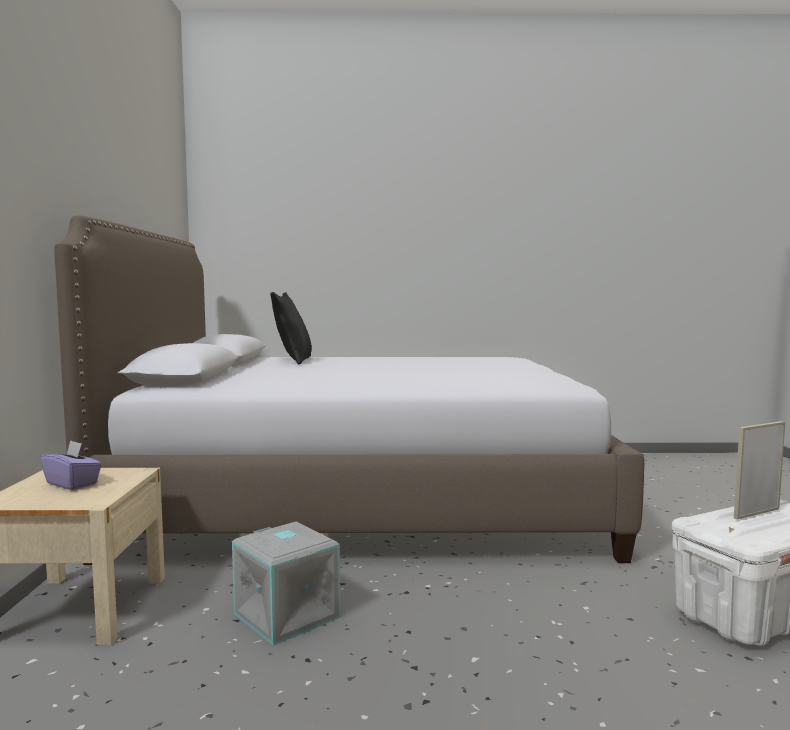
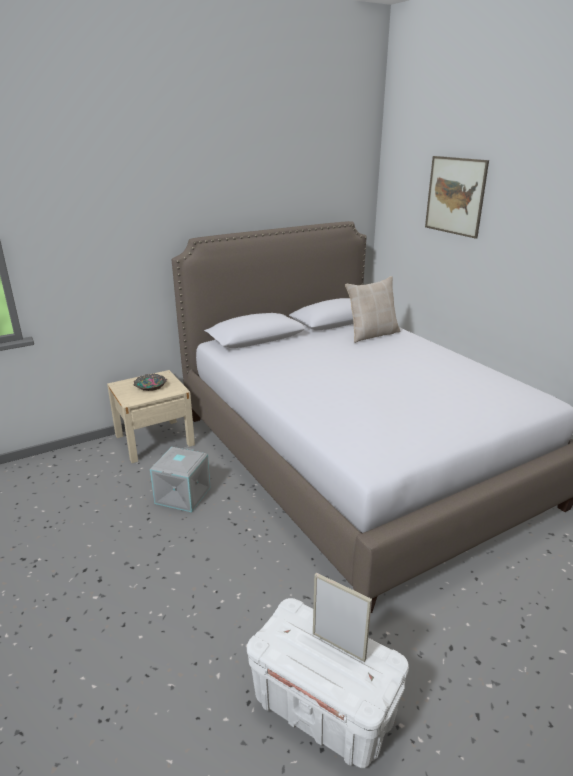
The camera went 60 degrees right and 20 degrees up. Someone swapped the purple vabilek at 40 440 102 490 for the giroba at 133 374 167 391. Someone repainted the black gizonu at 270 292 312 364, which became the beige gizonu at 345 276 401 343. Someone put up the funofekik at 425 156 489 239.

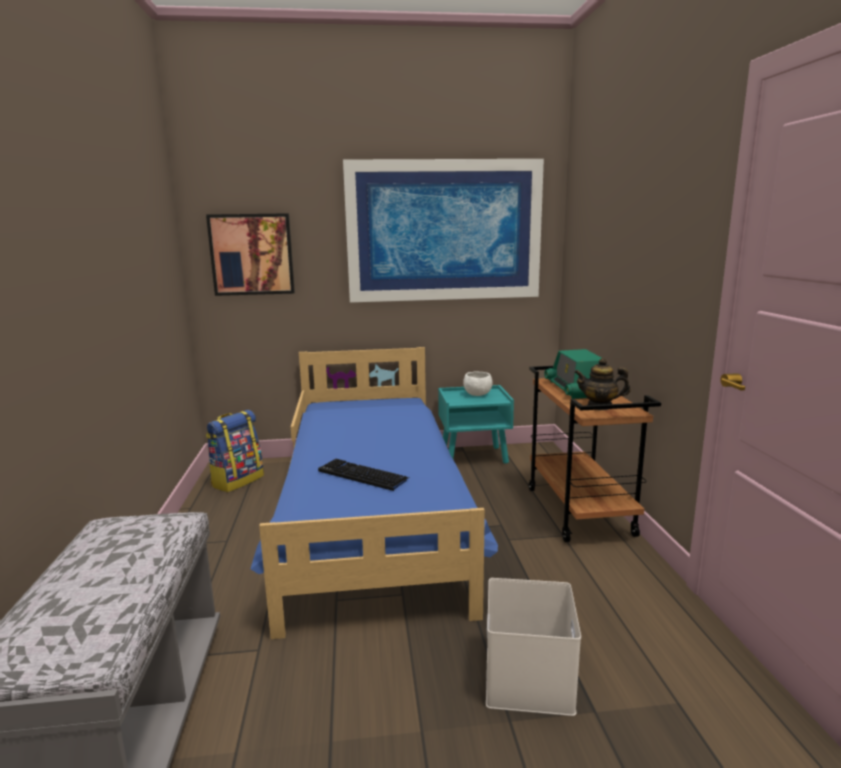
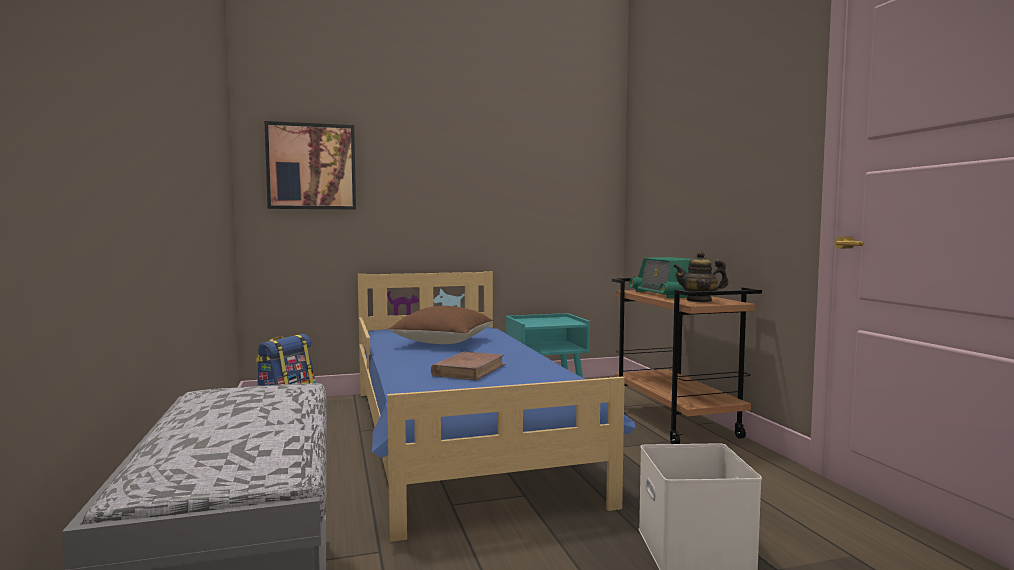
The camera went 10 degrees left and 10 degrees down. Someone put down the brown gizonu at 388 306 493 344. Someone swapped the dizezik at 318 459 409 491 for the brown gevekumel at 431 352 505 380. Someone took away the funofekik at 343 159 544 303. Someone took away the white giroba at 463 372 493 396.

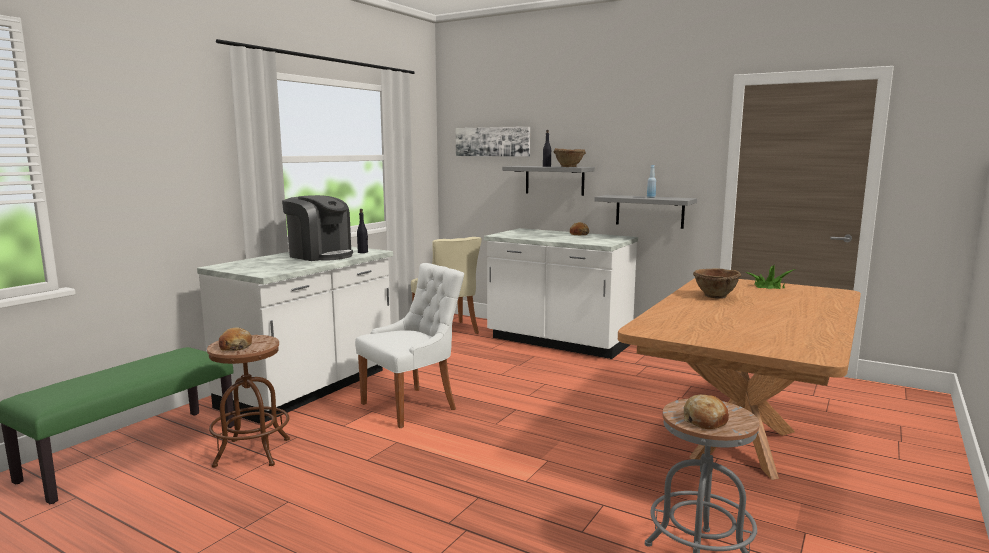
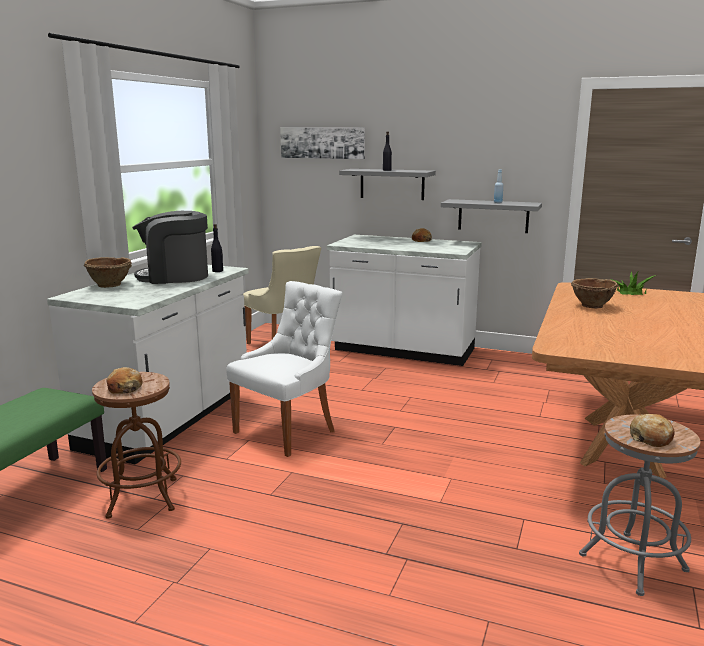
The camera went 10 degrees left and 5 degrees up. Someone carried the brown giroba from 553 148 586 167 to 84 257 132 288. Someone rotated the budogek at 282 195 353 261 by 150 degrees clockwise.

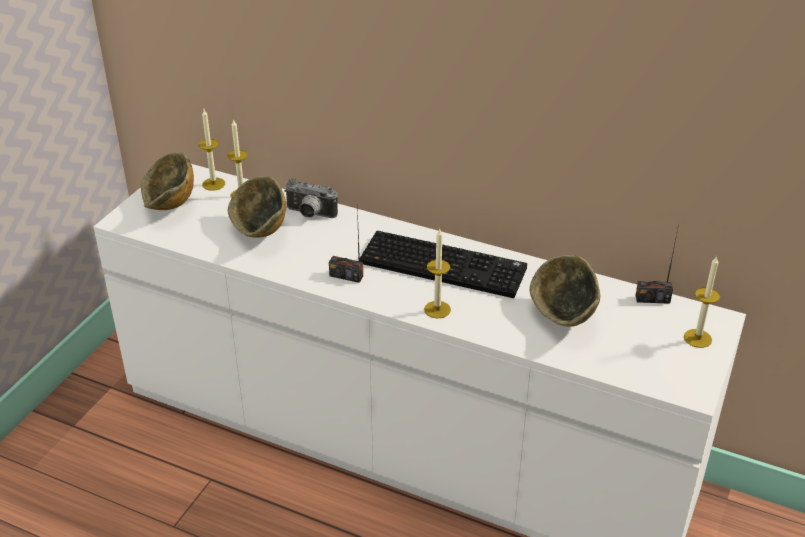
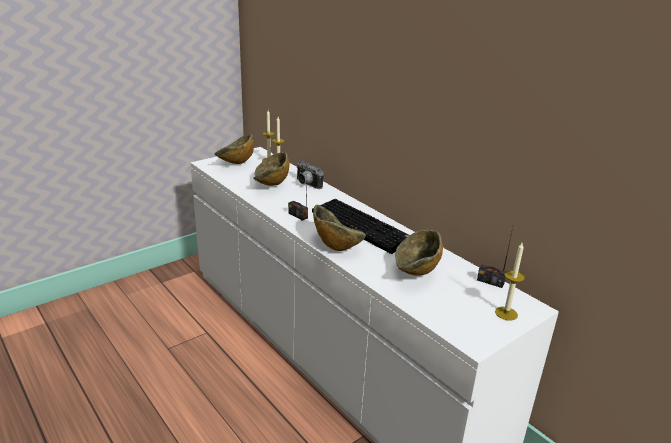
The camera went 25 degrees right and 10 degrees down. Someone swapped the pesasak at 424 228 451 318 for the giroba at 313 205 366 251.

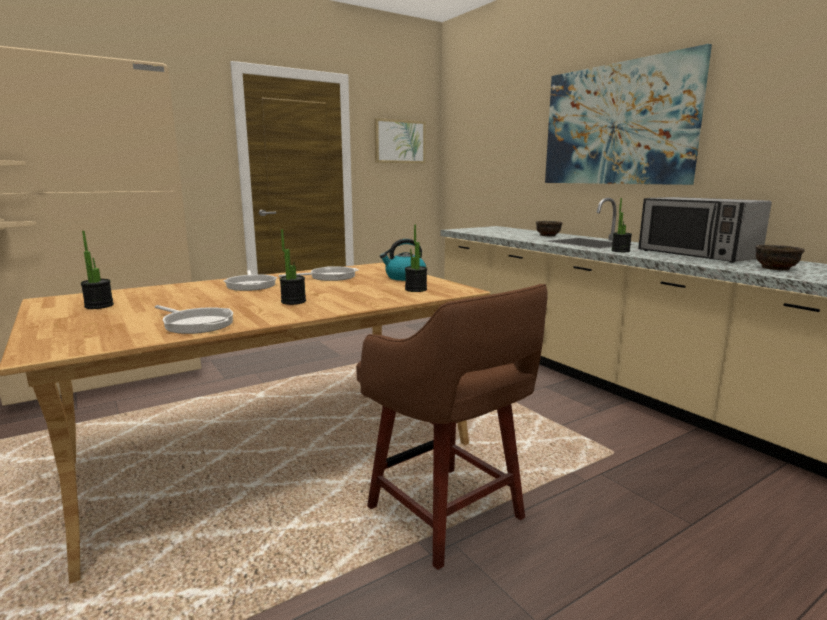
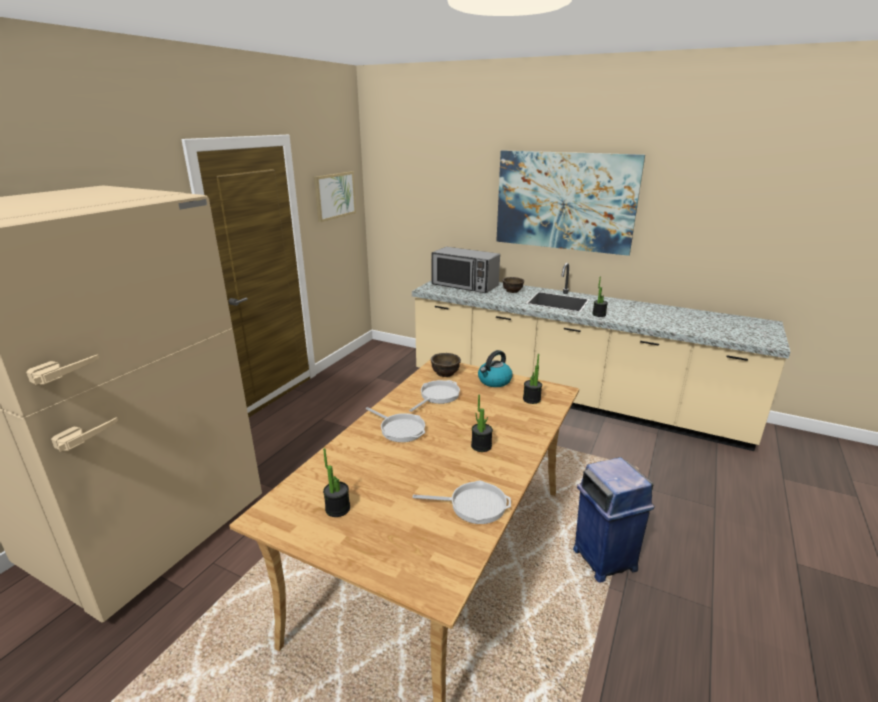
The camera went 30 degrees left and 10 degrees up. Someone carried the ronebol from 638 197 772 263 to 431 247 500 293. Someone carried the brown giroba from 755 245 805 270 to 431 353 461 377. Someone swapped the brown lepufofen at 356 284 548 570 for the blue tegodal at 573 457 655 582.

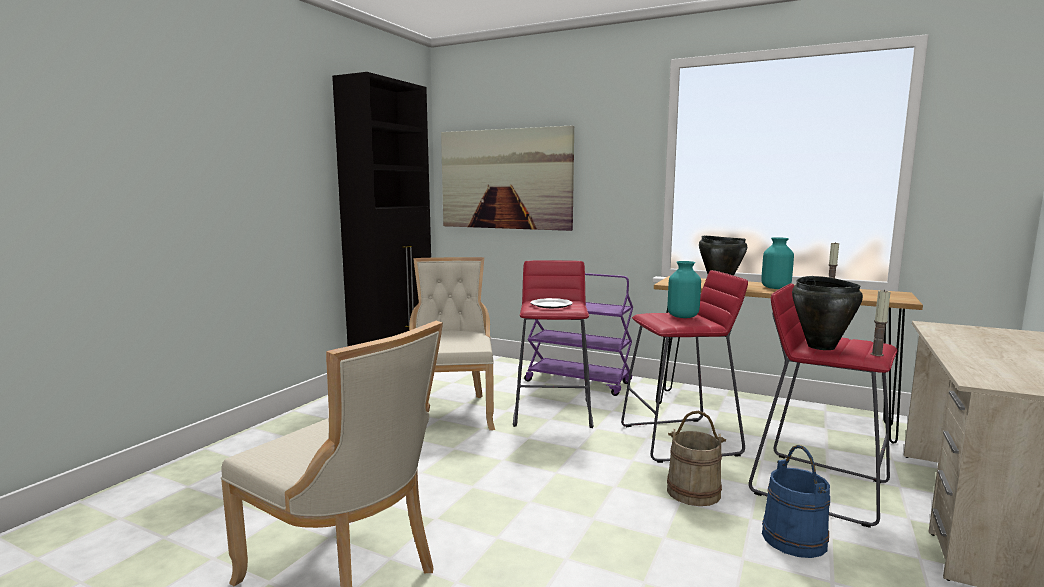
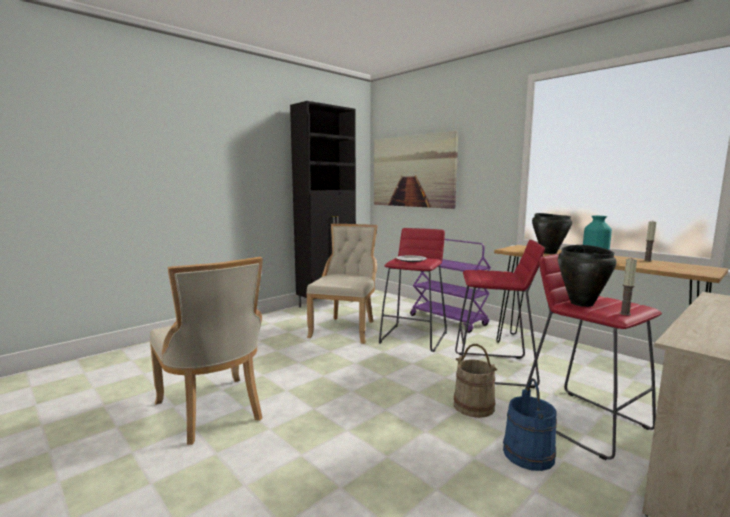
The camera went 20 degrees right and 0 degrees up. Someone took away the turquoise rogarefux at 668 261 701 318.

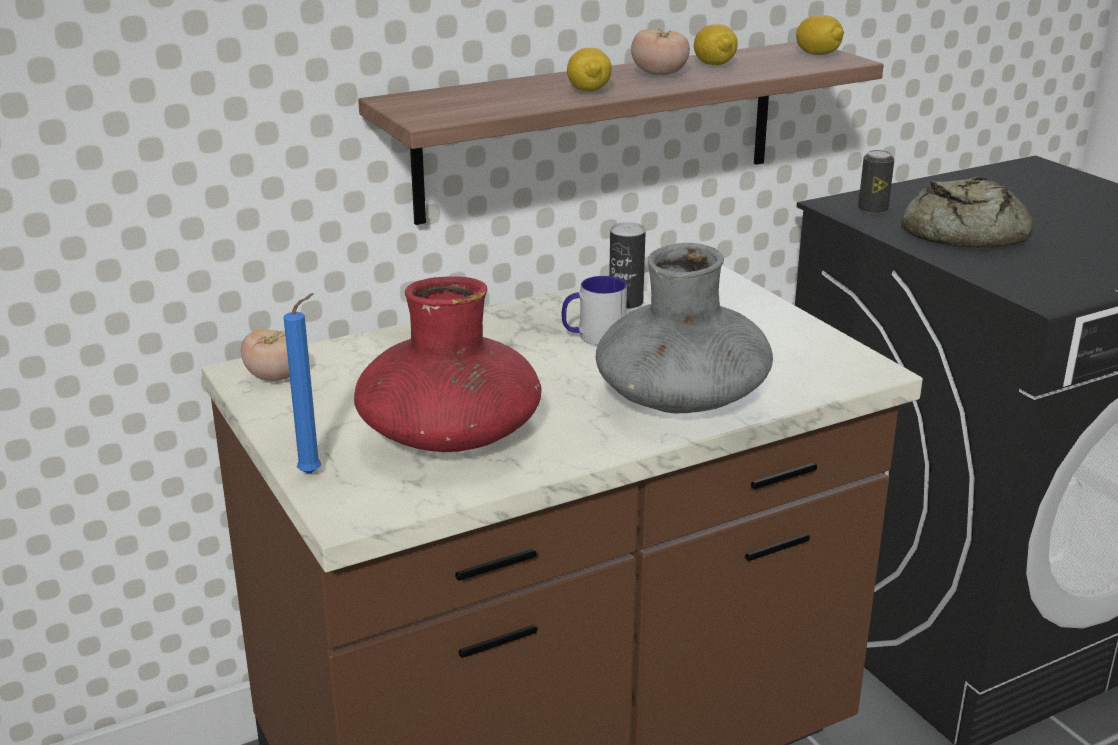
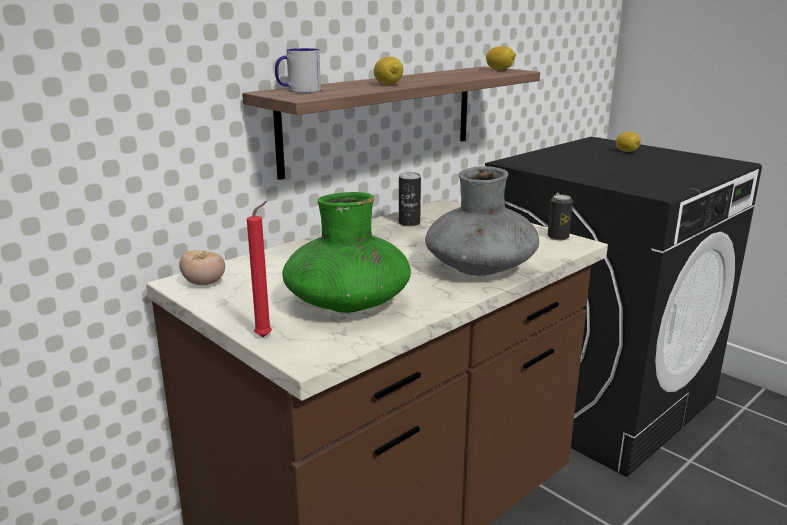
The camera went 15 degrees left and 5 degrees down. Someone repainted the blue pesasak at 284 293 321 474, which became the red pesasak at 247 201 272 337. Someone carried the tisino from 562 276 627 345 to 275 48 321 93. Someone repainted the red rogarefux at 354 276 542 452, which became the green rogarefux at 282 192 411 313. Someone carried the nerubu from 858 150 894 215 to 548 194 573 240. Someone carried the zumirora from 694 24 738 65 to 616 132 641 152. Someone took away the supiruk at 631 29 690 75. Someone took away the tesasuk at 901 177 1034 248.

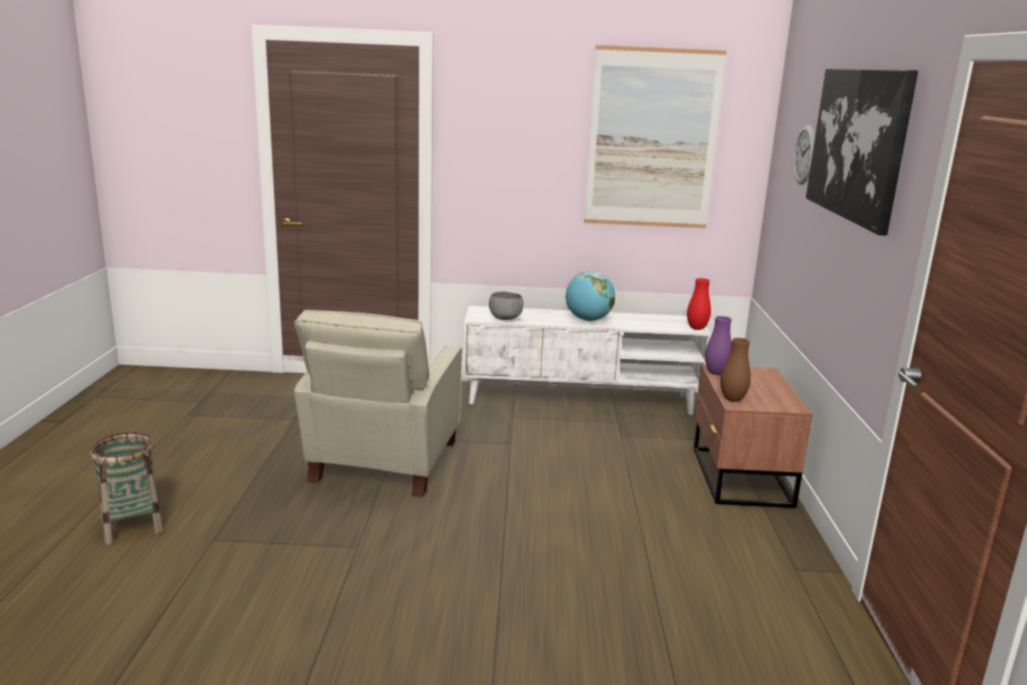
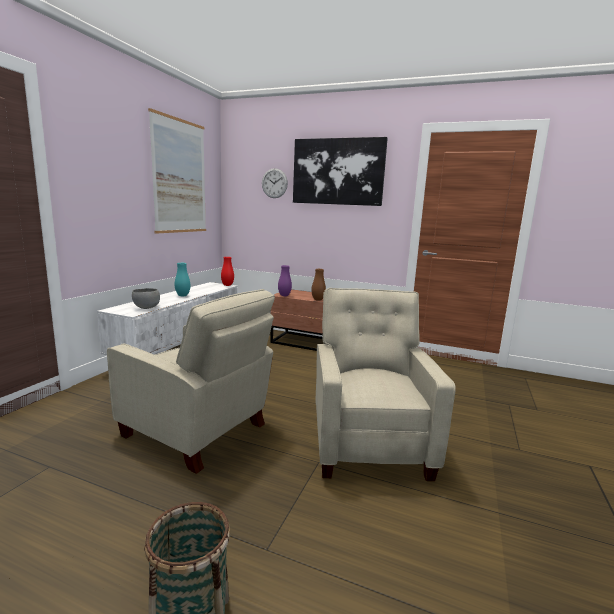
The camera went 70 degrees left and 5 degrees down. Someone swapped the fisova at 566 271 615 321 for the turquoise rogarefux at 175 263 190 296. Someone put down the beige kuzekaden at 315 288 456 481.

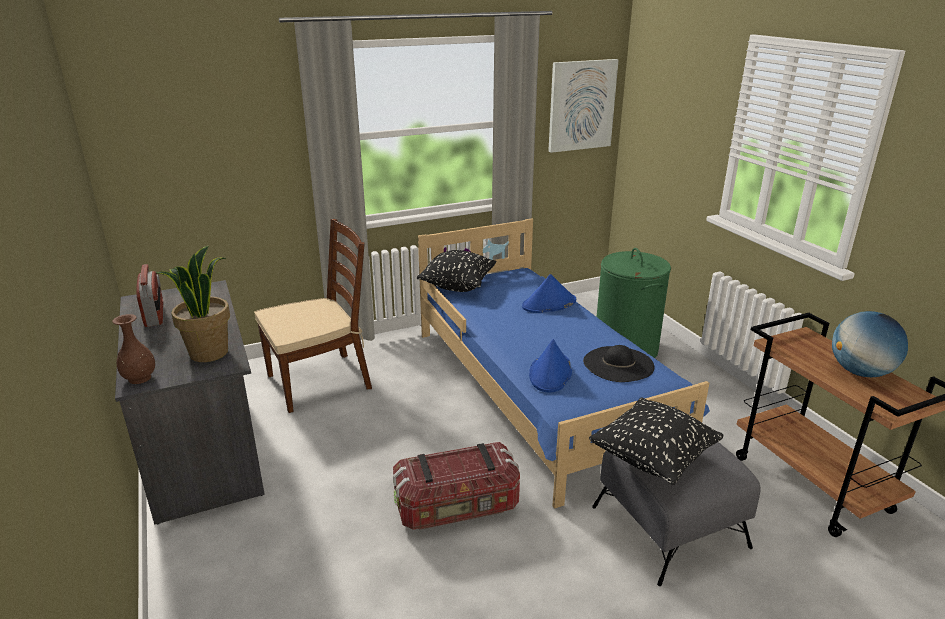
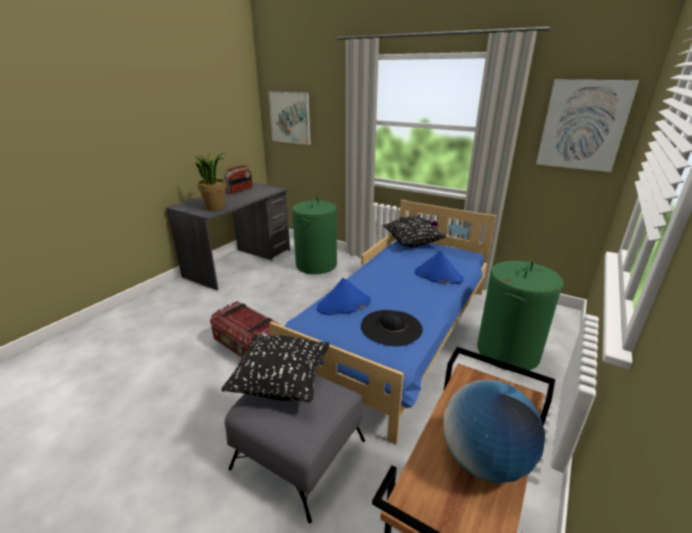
The camera went 55 degrees right and 0 degrees up. Someone put up the funofekik at 268 92 311 145. Someone swapped the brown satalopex at 254 219 372 413 for the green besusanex at 292 197 337 274. Someone took away the brown rogarefux at 112 314 155 384.

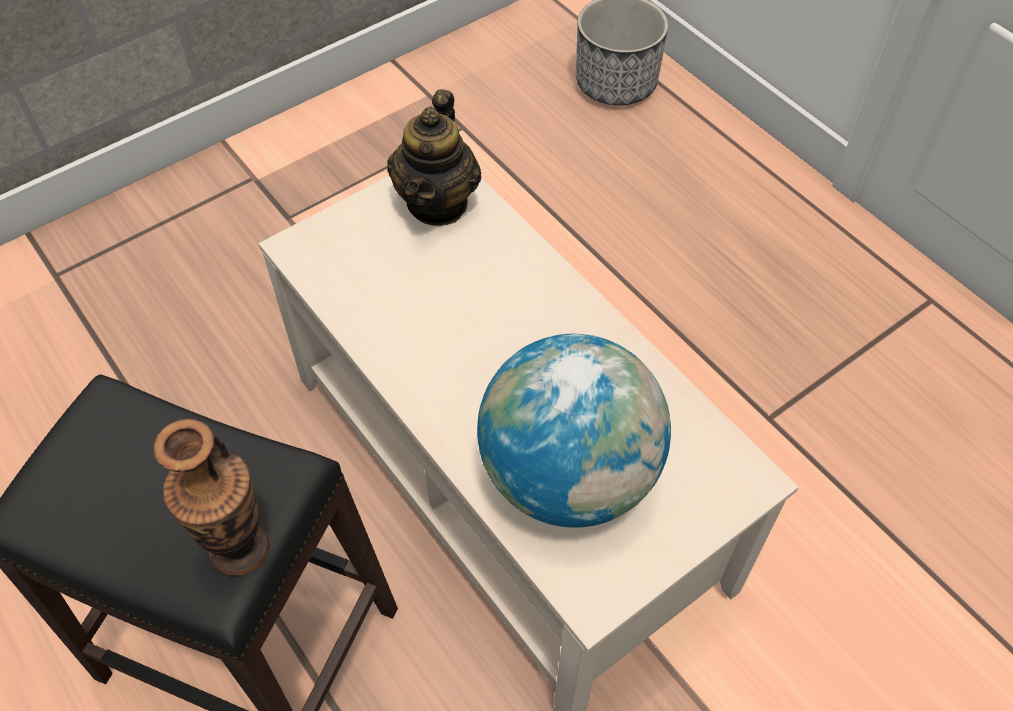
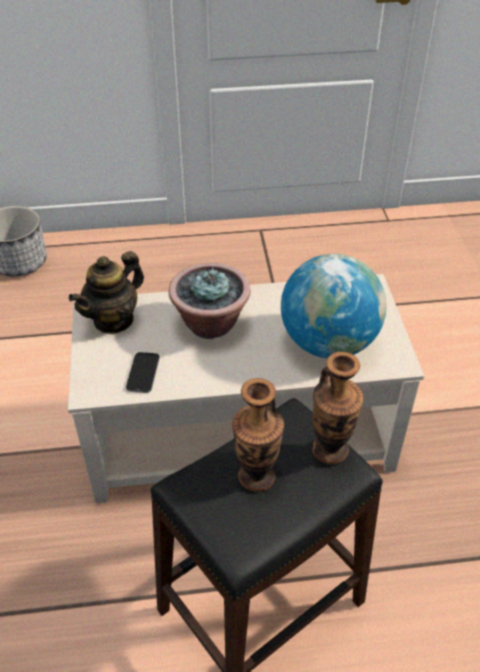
The camera went 60 degrees left and 10 degrees down. Someone rotated the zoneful at 387 89 481 226 by 90 degrees clockwise. Someone put down the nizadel at 126 352 160 393. Someone put down the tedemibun at 169 263 251 339. Someone put down the rogarefux at 232 378 284 492.

